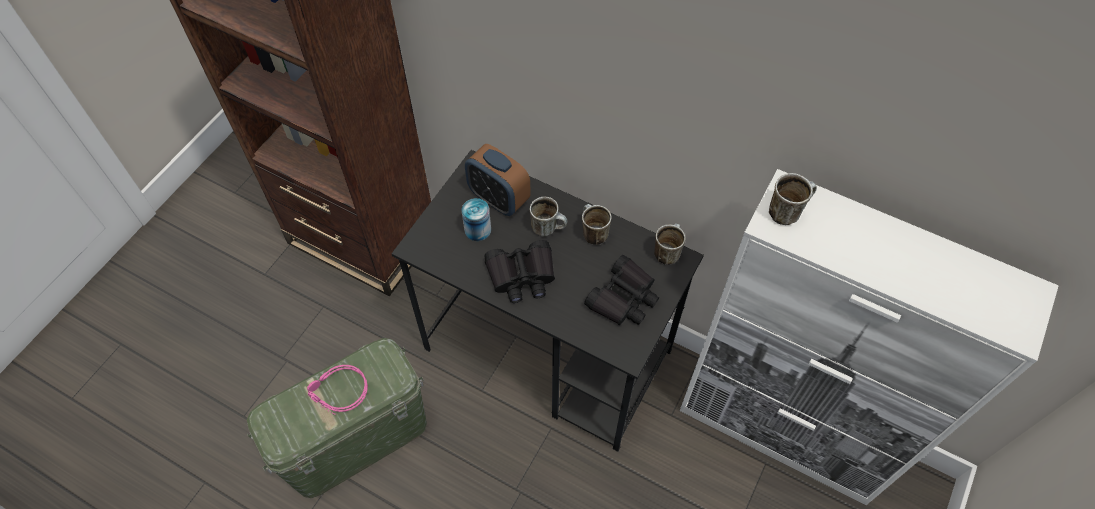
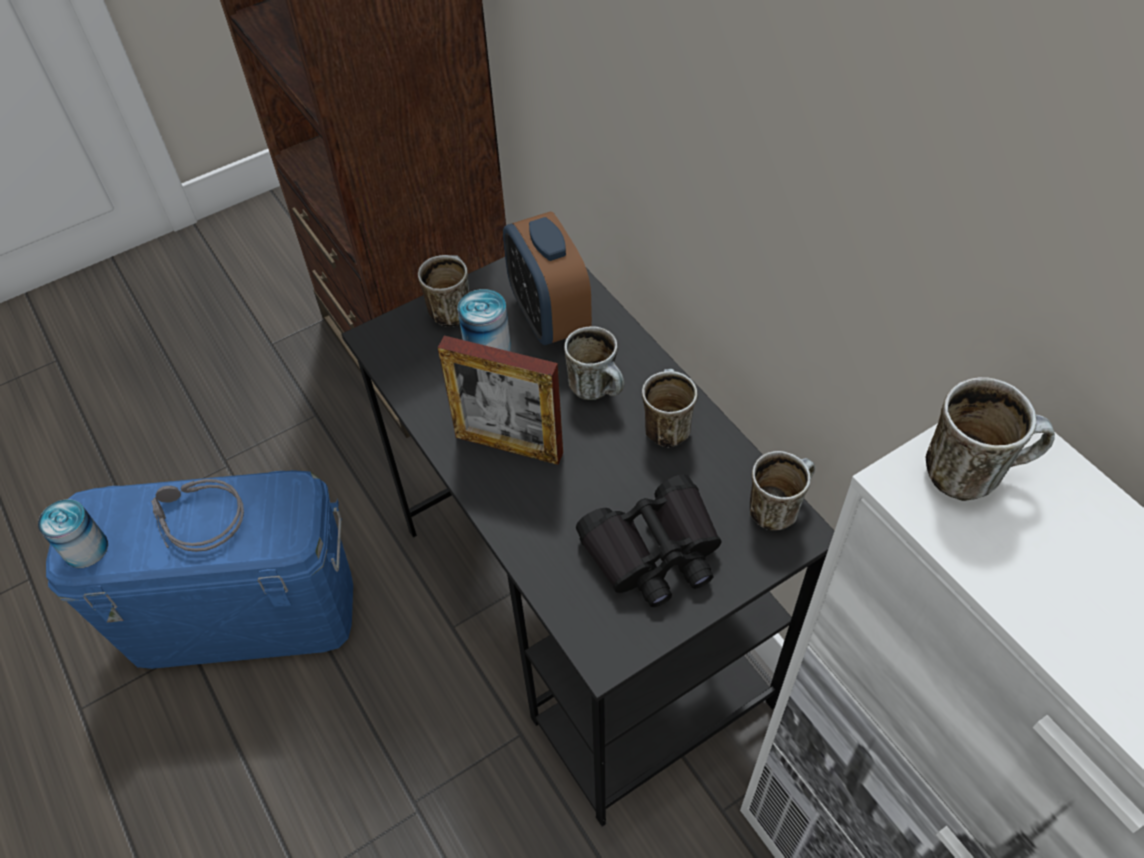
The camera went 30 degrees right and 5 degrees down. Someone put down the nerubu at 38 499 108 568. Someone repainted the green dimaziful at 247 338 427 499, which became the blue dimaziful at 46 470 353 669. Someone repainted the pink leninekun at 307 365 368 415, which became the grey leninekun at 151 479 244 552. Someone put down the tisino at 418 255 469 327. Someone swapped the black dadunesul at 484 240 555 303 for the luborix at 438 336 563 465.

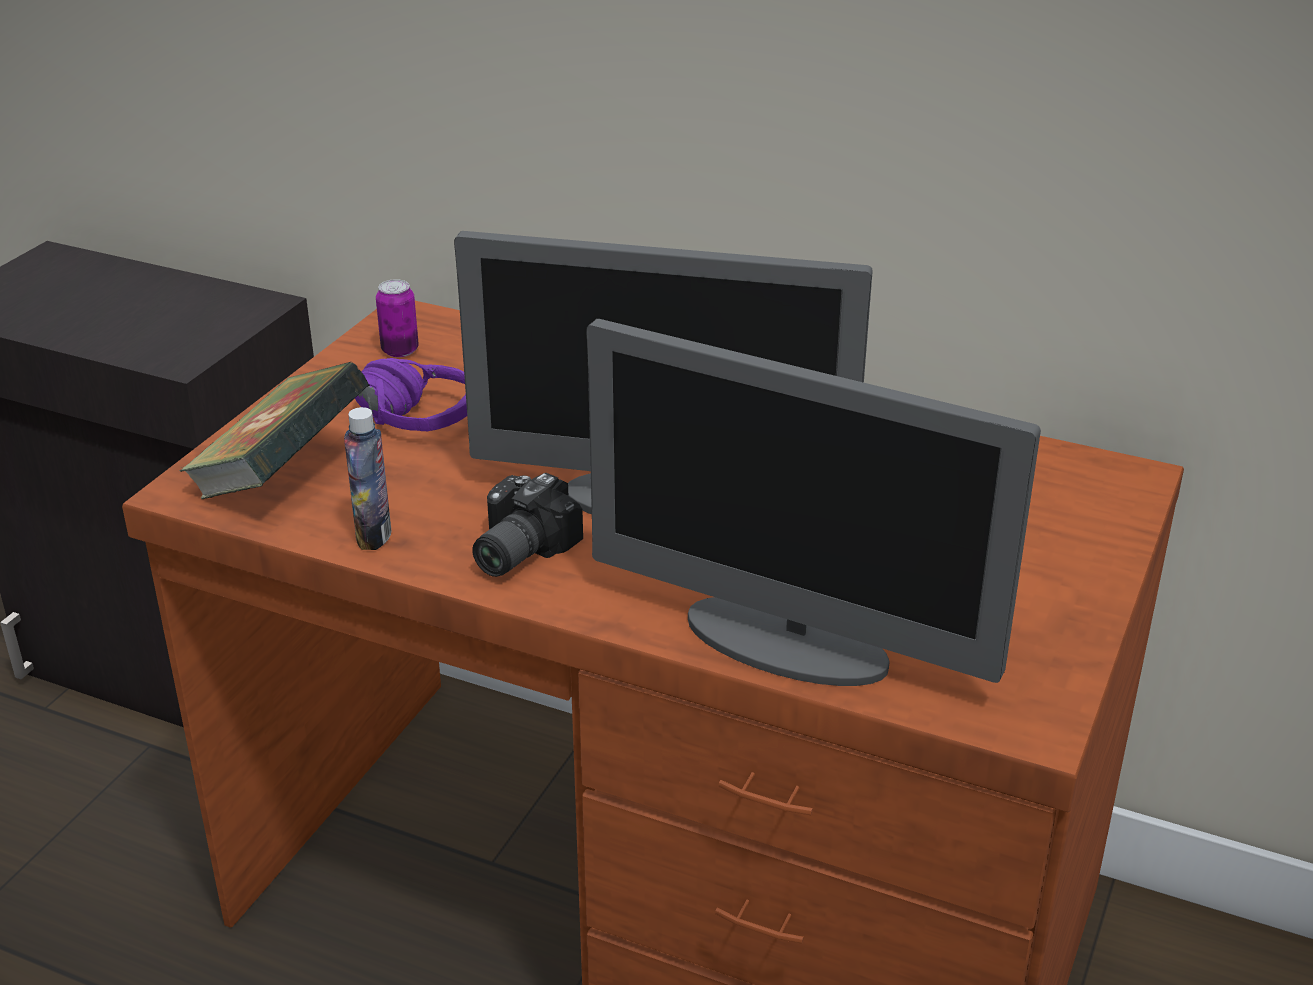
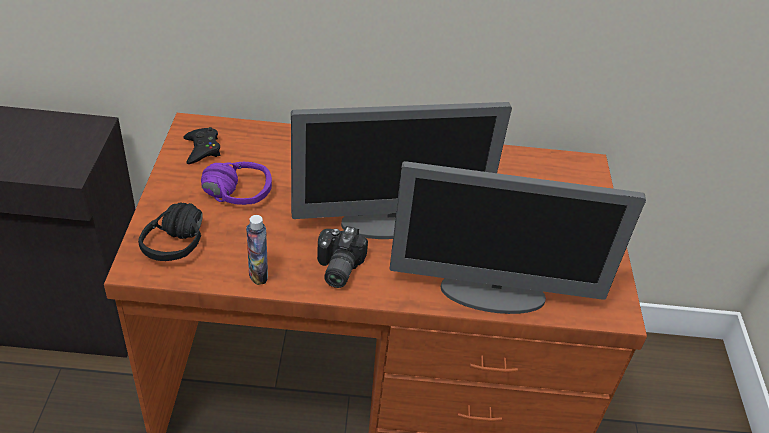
The camera went 25 degrees left and 10 degrees up. Someone swapped the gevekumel at 180 362 370 499 for the black leninekun at 138 202 203 261. Someone swapped the nerubu at 376 279 419 357 for the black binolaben at 183 127 221 164.

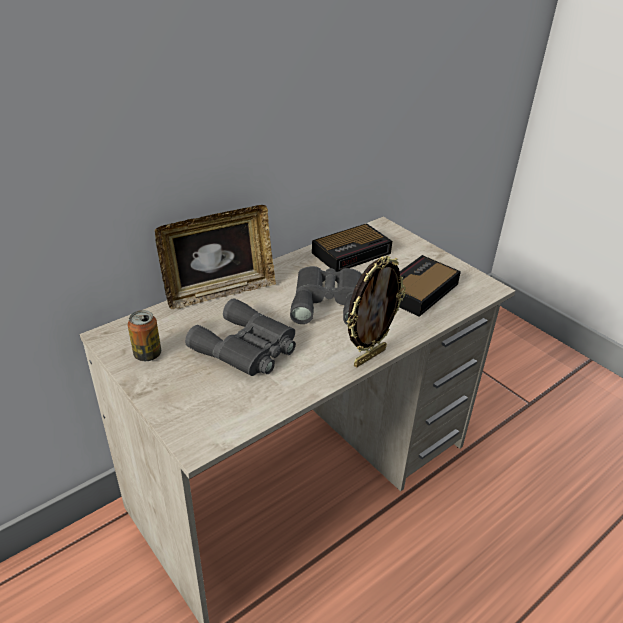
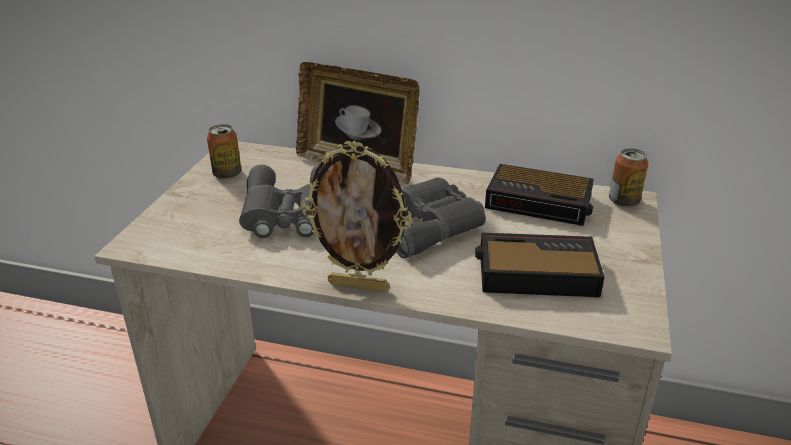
The camera went 55 degrees right and 5 degrees down. Someone put down the nerubu at 609 148 649 207.

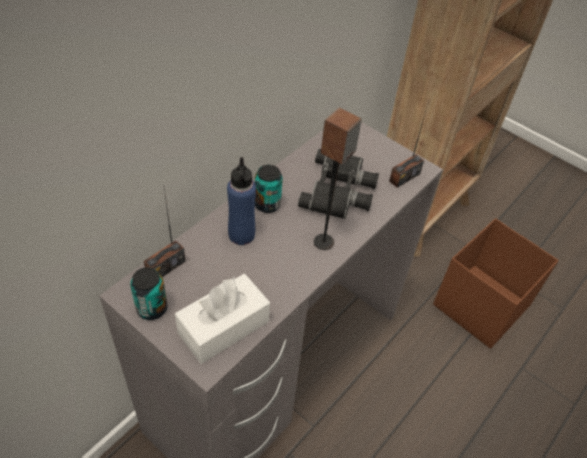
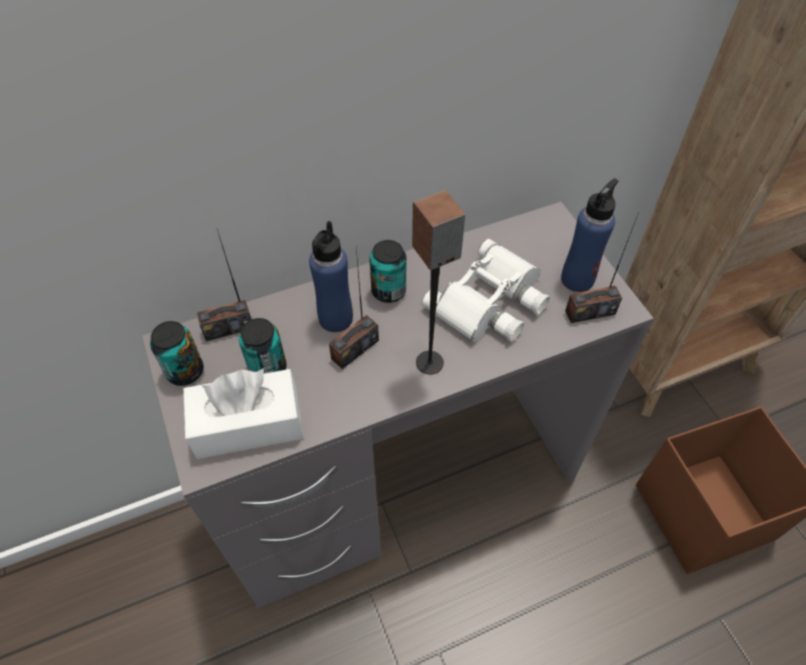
The camera went 30 degrees right and 5 degrees up. Someone put down the nerubu at 239 318 287 373. Someone put down the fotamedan at 329 248 379 369. Someone repainted the black dadunesul at 298 149 379 219, which became the white dadunesul at 422 239 550 342. Someone put down the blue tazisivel at 561 179 618 292.

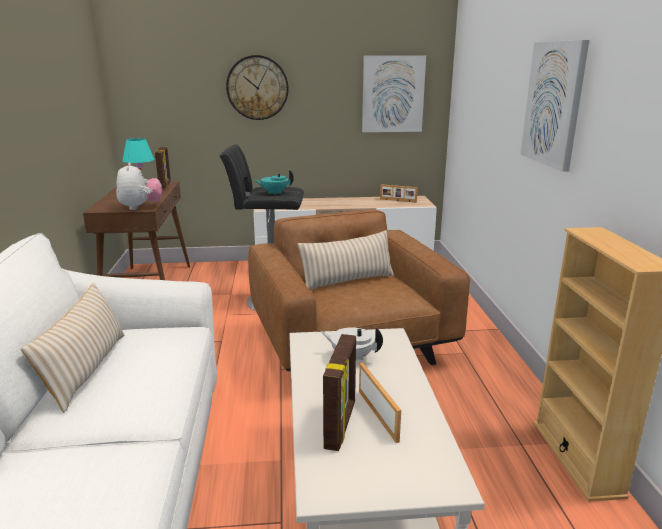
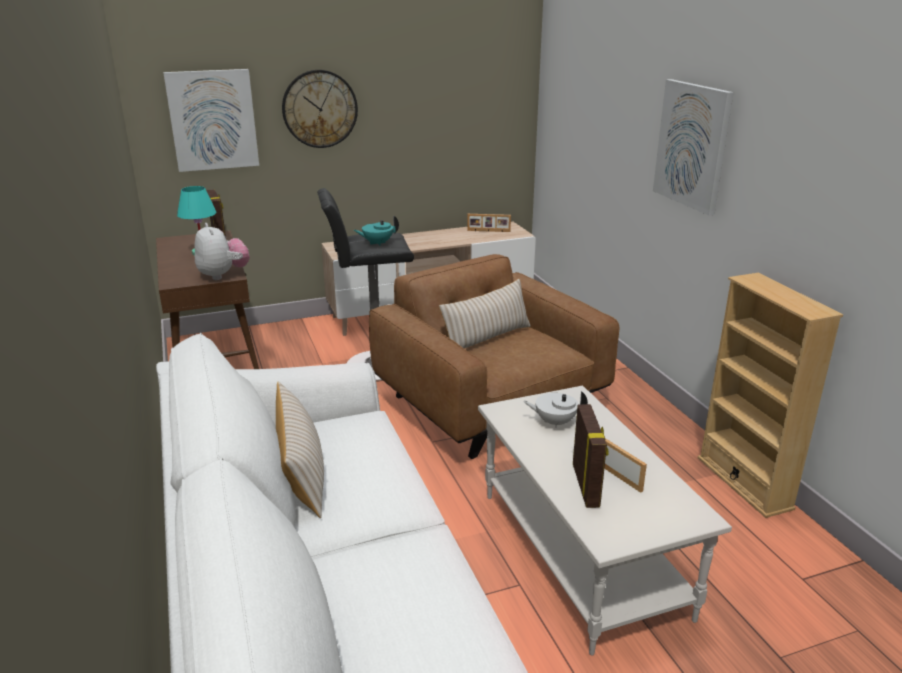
The camera went 15 degrees left and 5 degrees up. Someone carried the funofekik from 362 55 426 132 to 163 69 259 172.

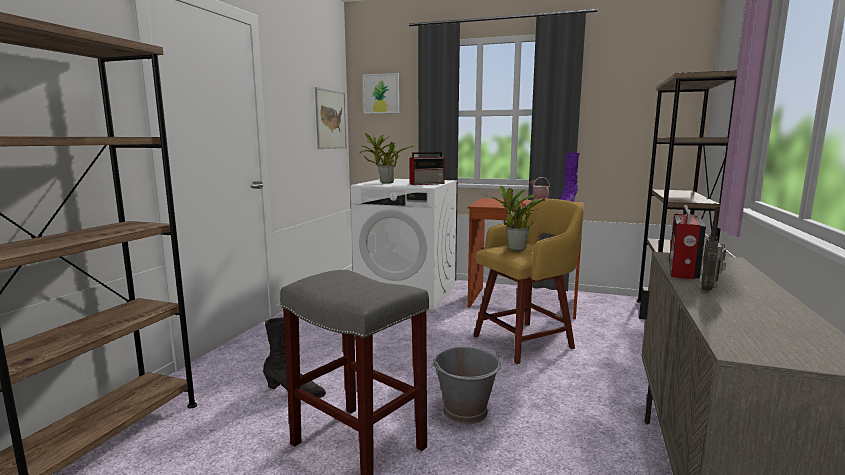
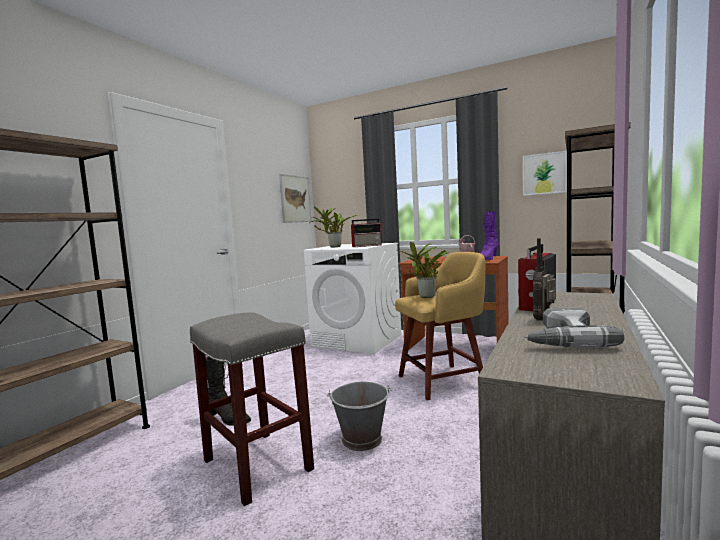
The camera went 10 degrees right and 5 degrees down. Someone carried the funofekik from 363 73 399 114 to 523 151 567 196. Someone put down the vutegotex at 525 308 624 347.

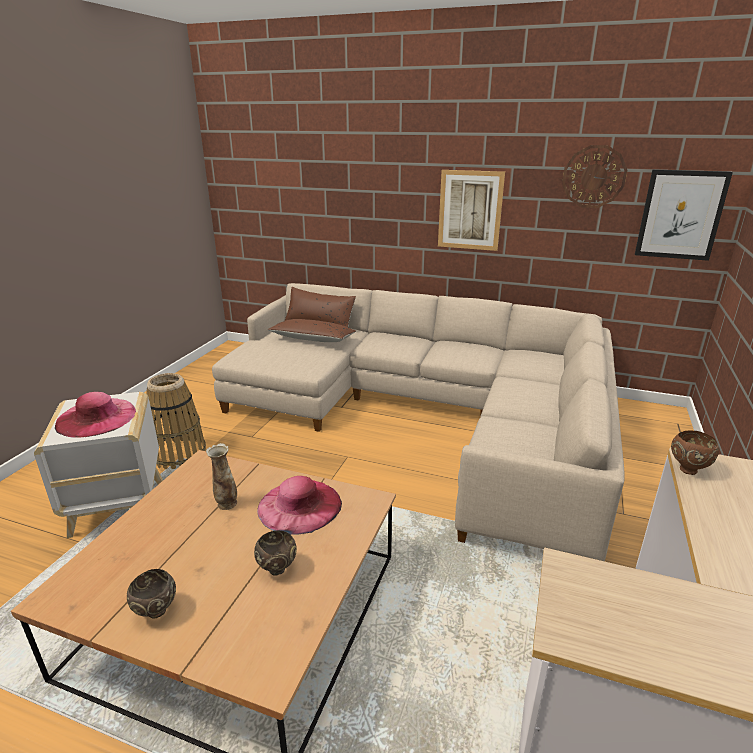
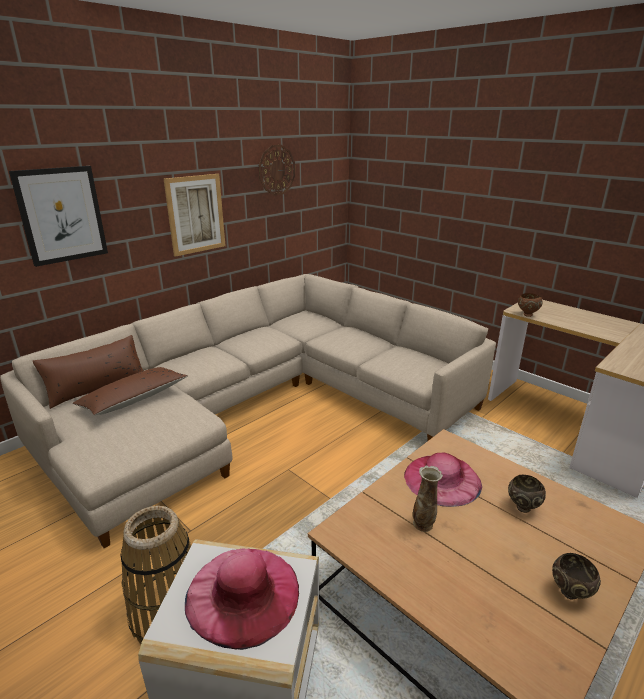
The camera went 65 degrees left and 0 degrees up. Someone carried the funofekik from 635 169 733 261 to 9 166 108 267.

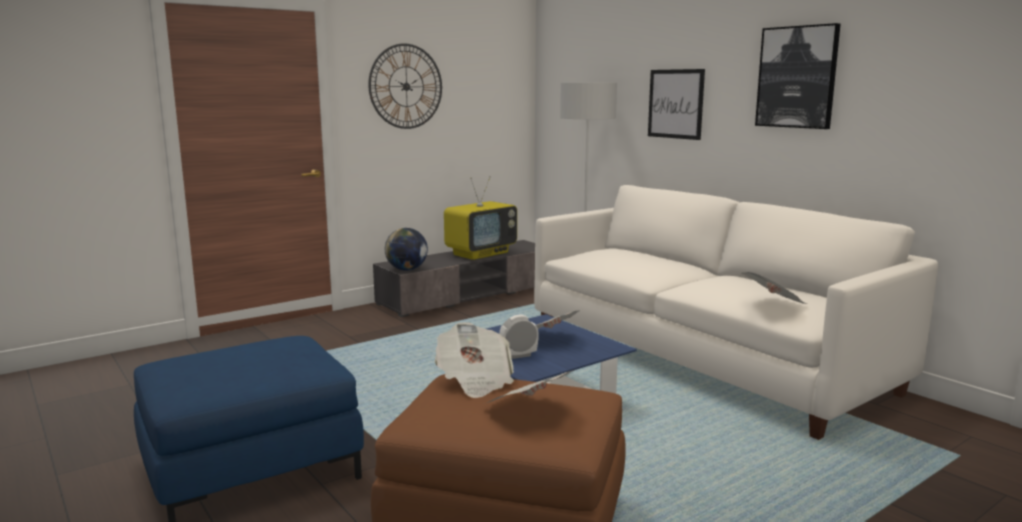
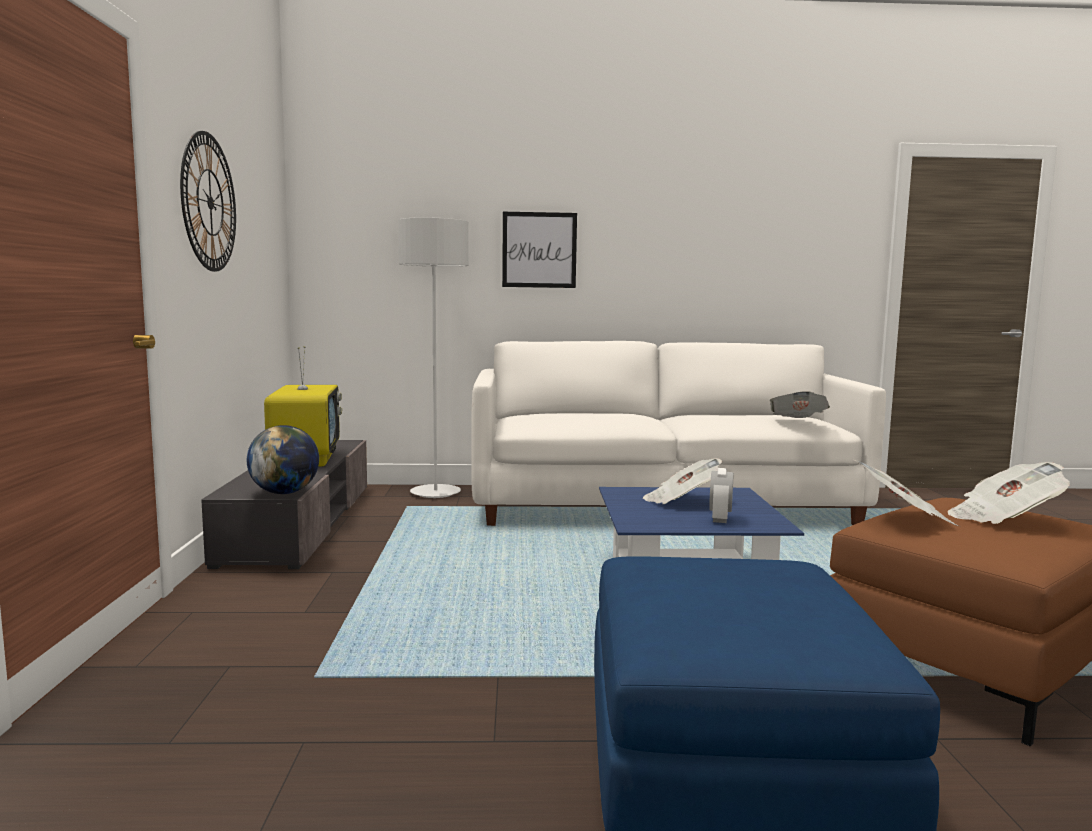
The camera went 55 degrees left and 5 degrees down. Someone took away the funofekik at 755 23 841 129.

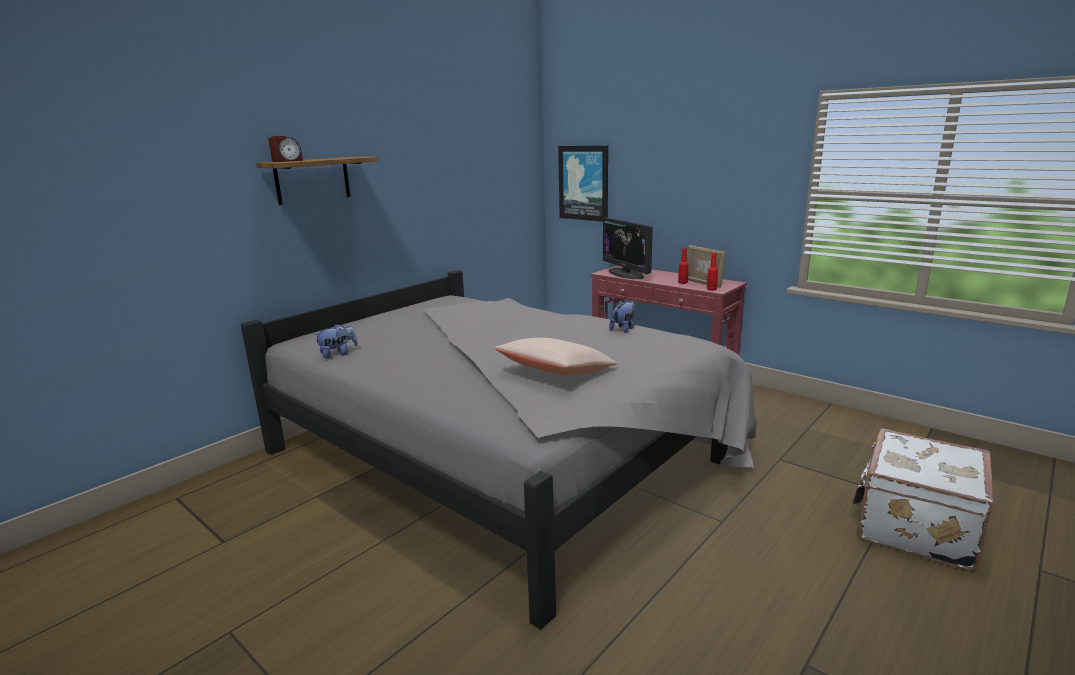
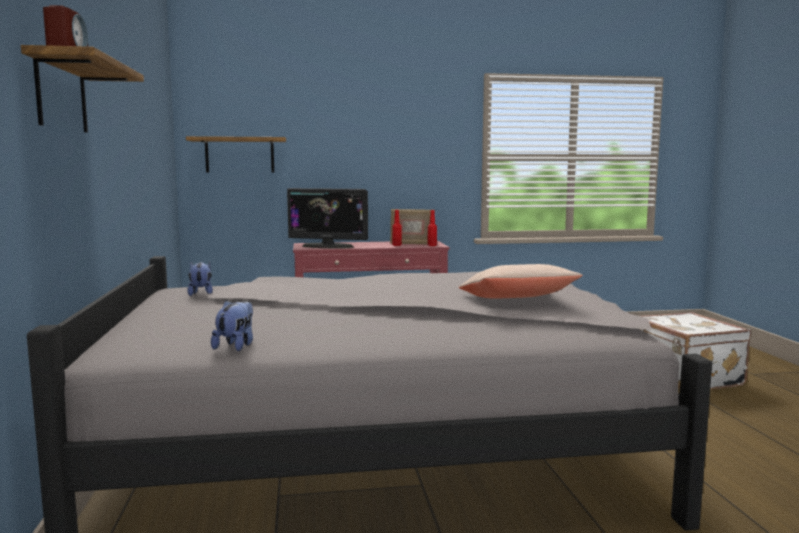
The camera went 50 degrees left and 10 degrees down. Someone swapped the funofekik at 558 146 608 222 for the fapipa at 186 136 286 173. Someone carried the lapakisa from 609 301 636 333 to 187 262 213 296.

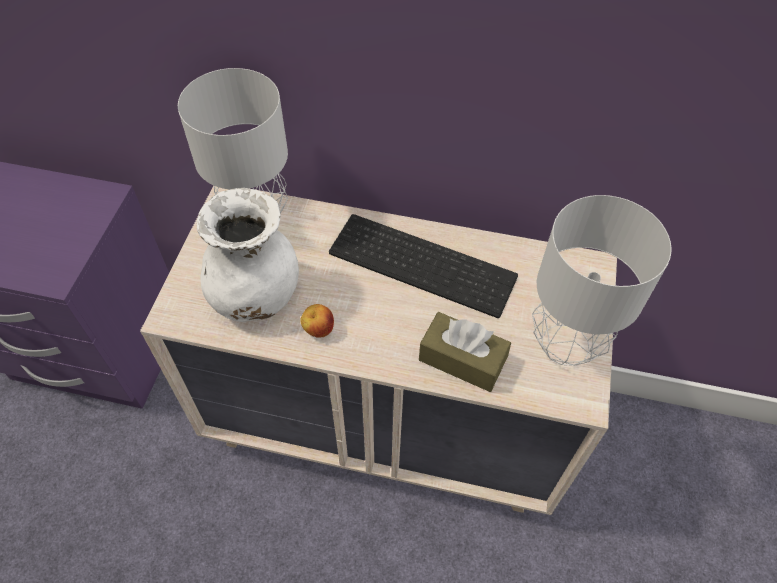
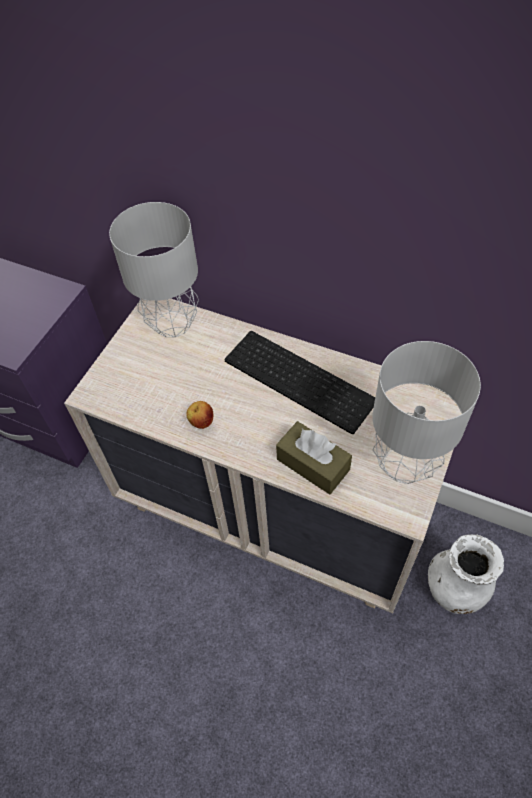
The camera went 15 degrees right and 0 degrees up. Someone carried the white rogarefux from 197 188 299 322 to 428 534 504 614.

